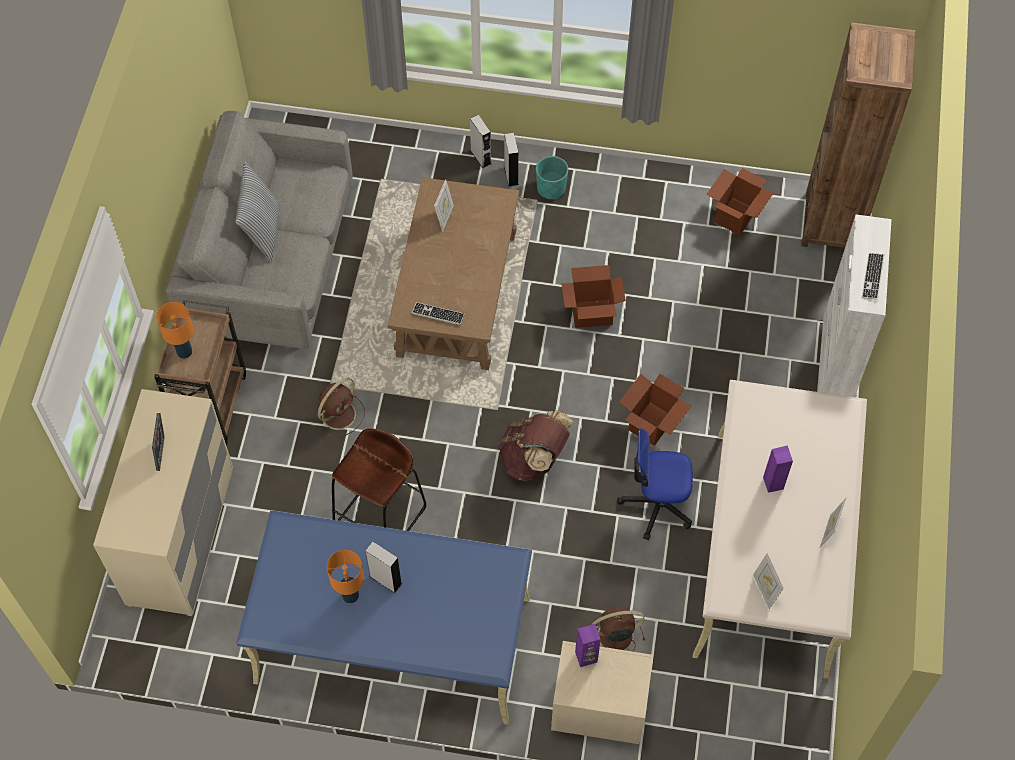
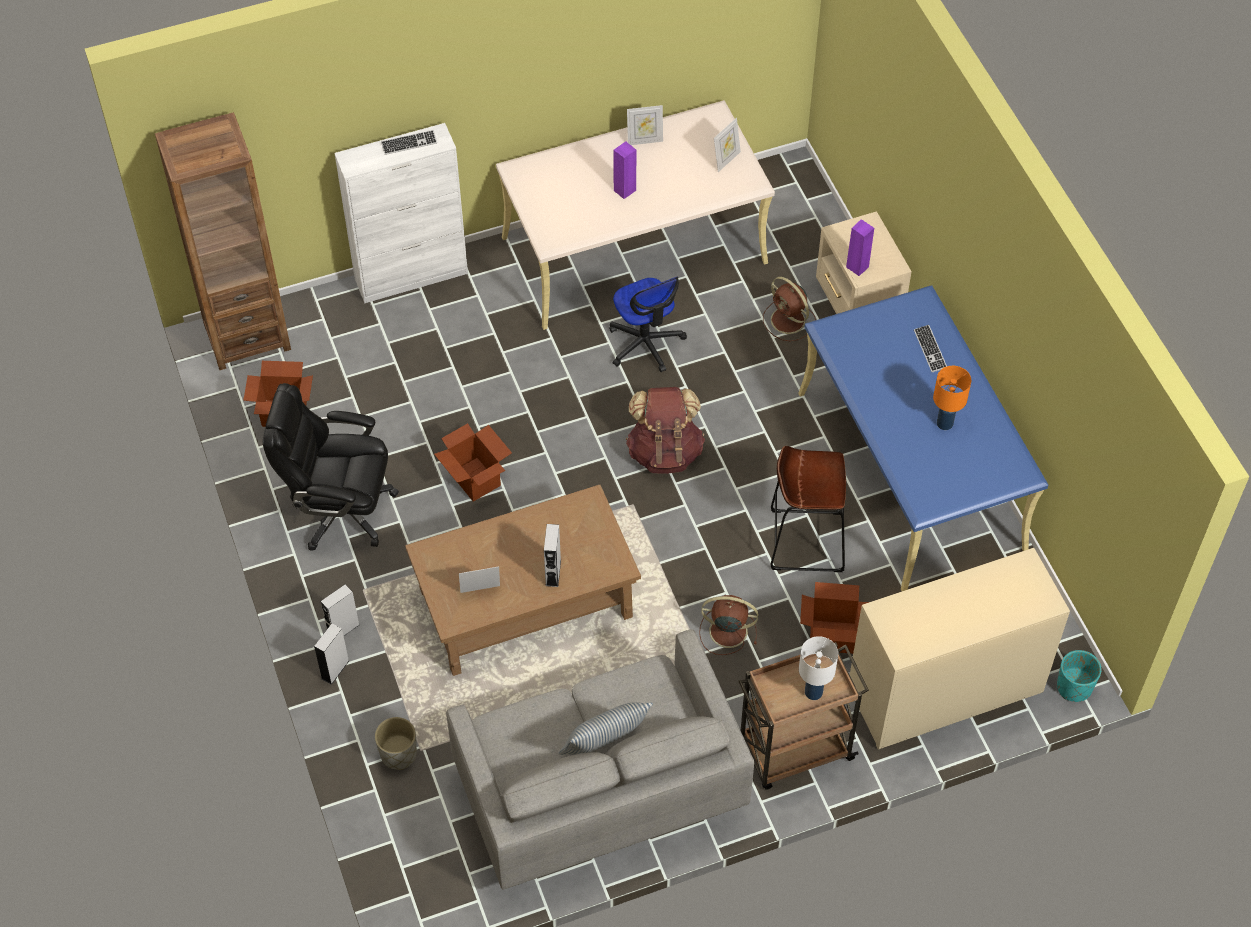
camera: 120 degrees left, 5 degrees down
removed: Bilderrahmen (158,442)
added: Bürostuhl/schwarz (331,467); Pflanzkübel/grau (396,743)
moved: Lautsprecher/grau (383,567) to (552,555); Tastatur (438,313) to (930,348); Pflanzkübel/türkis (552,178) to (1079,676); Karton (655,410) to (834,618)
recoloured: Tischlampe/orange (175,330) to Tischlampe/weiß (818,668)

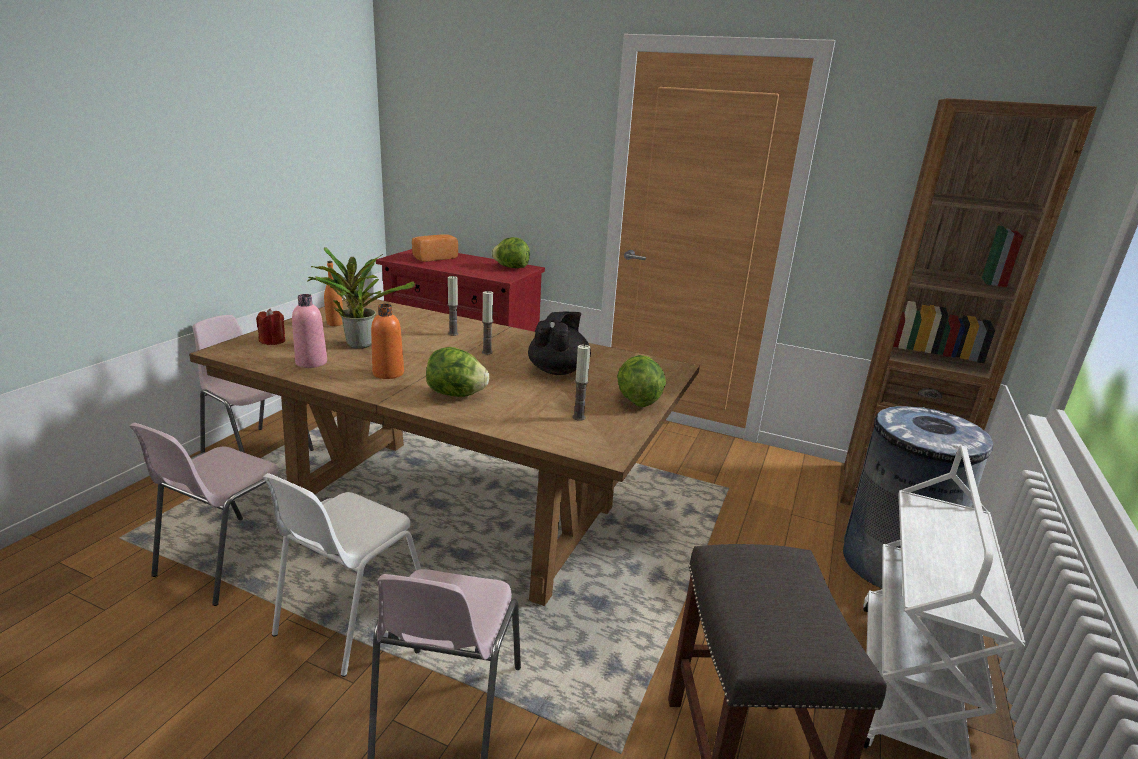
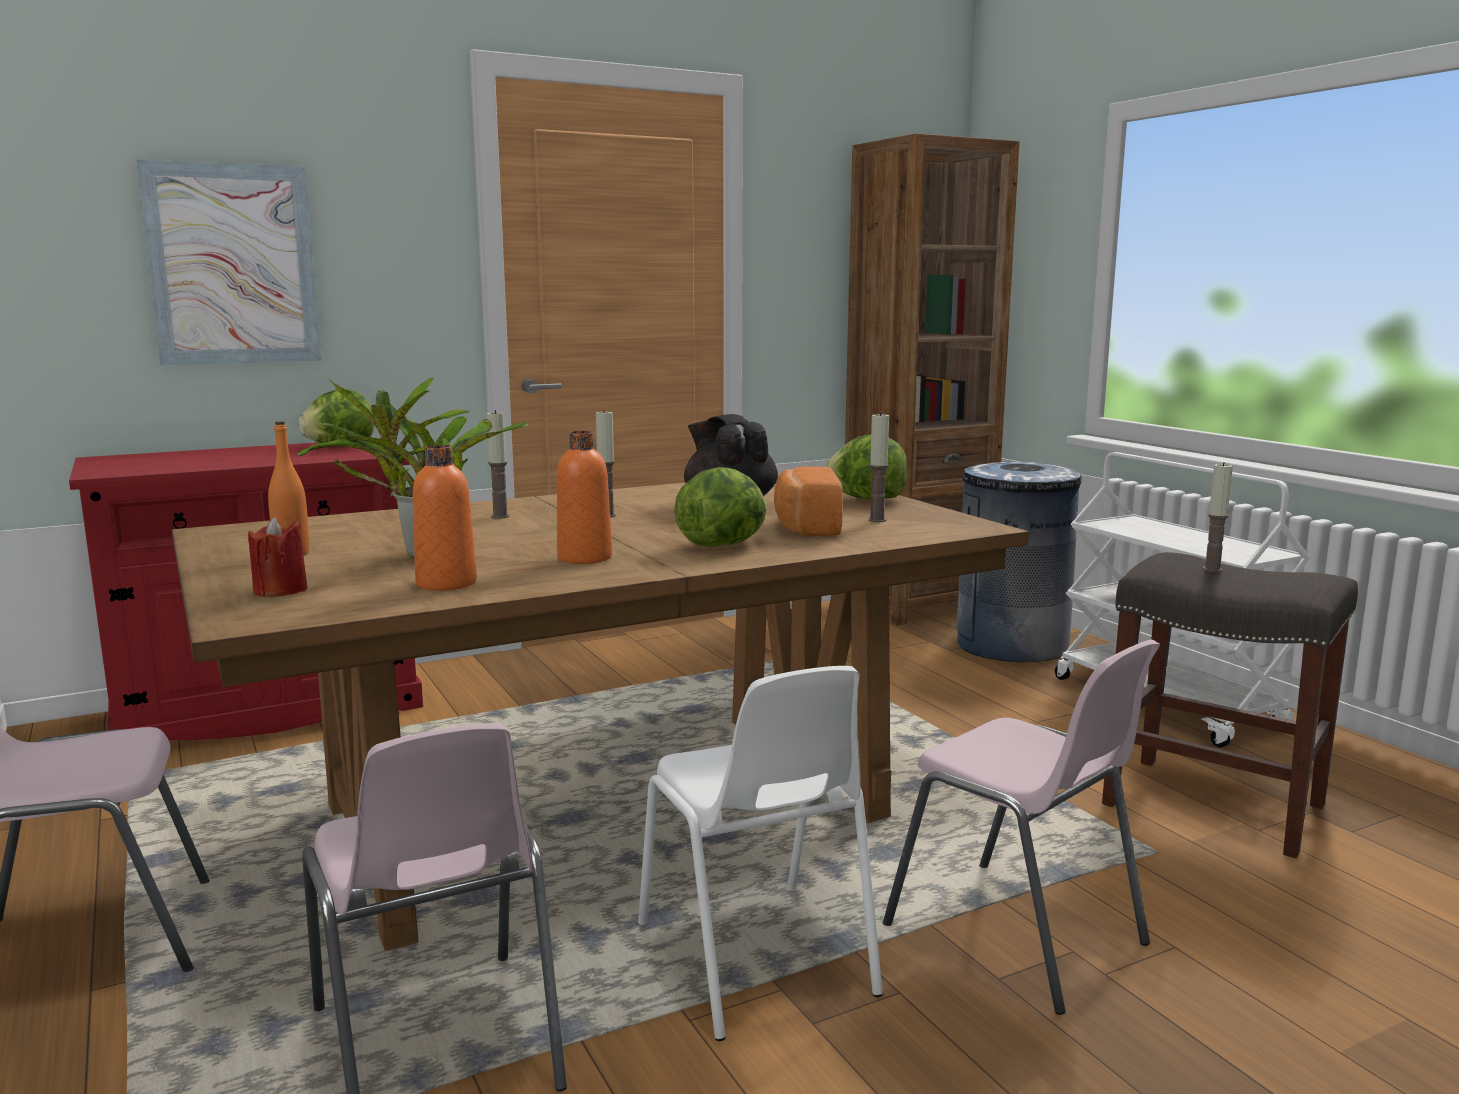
camera: 50 degrees left, 10 degrees down
added: Bild (229,262); Kerze (1218,517)
moved: Brot (435,248) to (808,501)
recoloured: Flasche/rosa (309,331) to Flasche/orange (445,518)

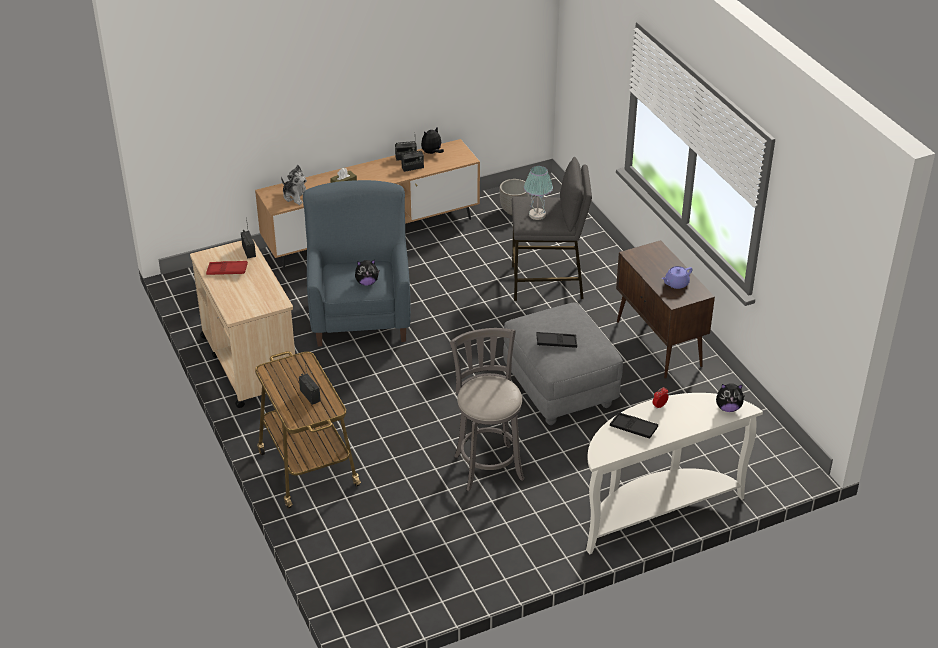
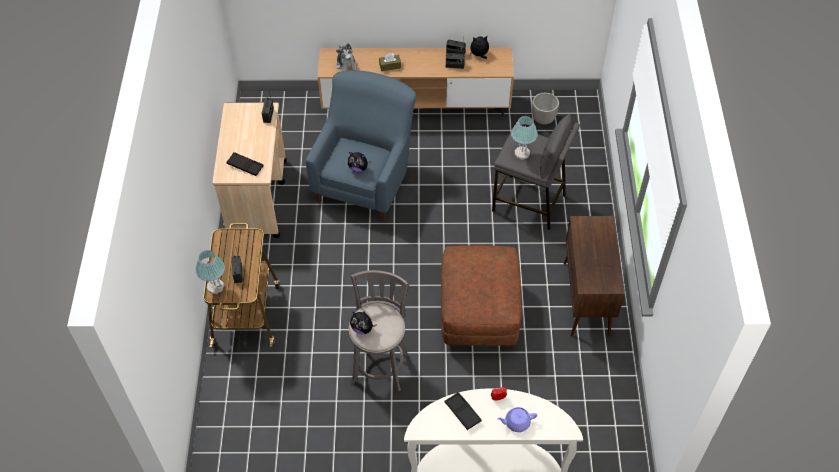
camera: 25 degrees right, 15 degrees up
removed: Tablett/rot (227,268)
added: Tischlampe (210,272)
moved: Tablett/schwarz (557,340) to (244,164); Teekanne/lila (677,277) to (517,419); Plüschtier (730,397) to (363,322)
recoloured: Polsterhocker/grau (563,364) to Polsterhocker/braun (481,296)

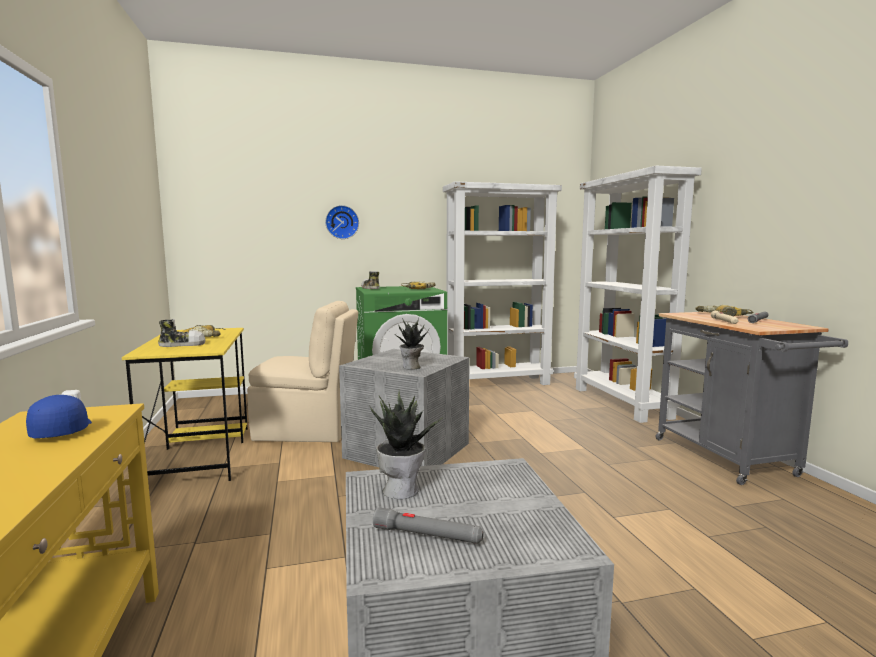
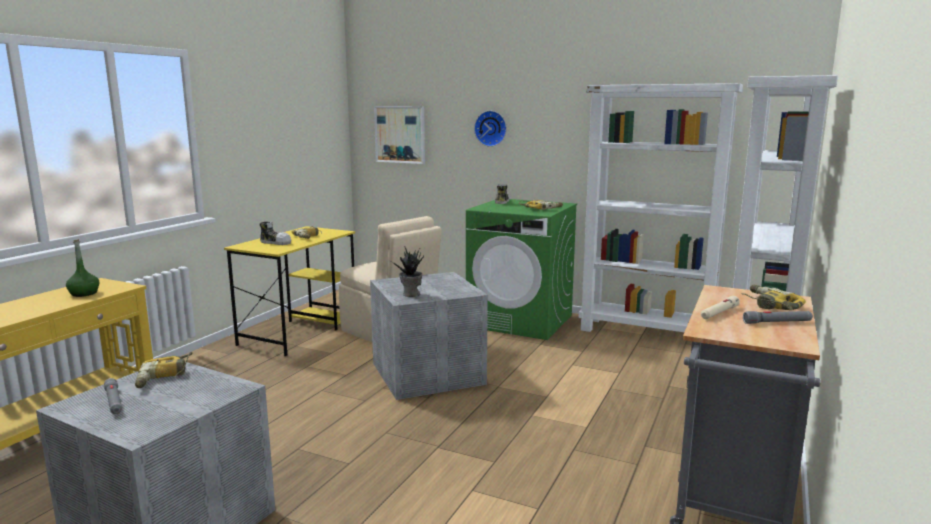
camera: 40 degrees right, 5 degrees up
added: Bild (399,135)
replaced: Kappe/blau (59,416) to Flasche/grün (83,268); Topfpflanze (407,445) to Bohrmaschine (163,370)

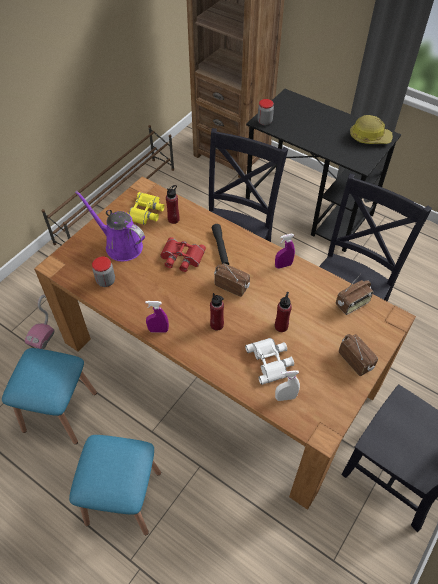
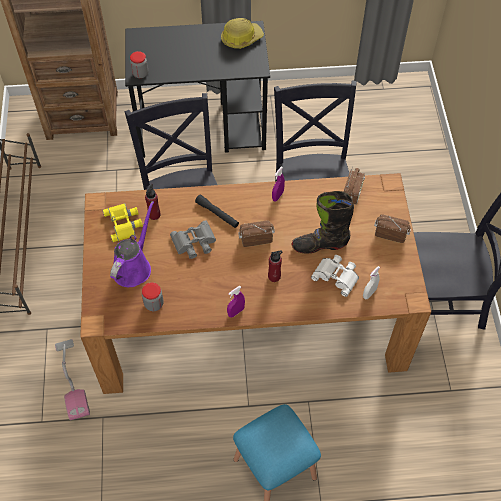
camera: 40 degrees left, 5 degrees up
removed: Hocker/blau (49,396)
replaced: Flasche/rot (283,312) to Stiefel/schwarz (323,222)
recoloured: Fernglas/rot (183,254) to Fernglas/grau (193,240)
turned: Gießkanne/lila (110,226) = (132,244) 120 degrees clockwise

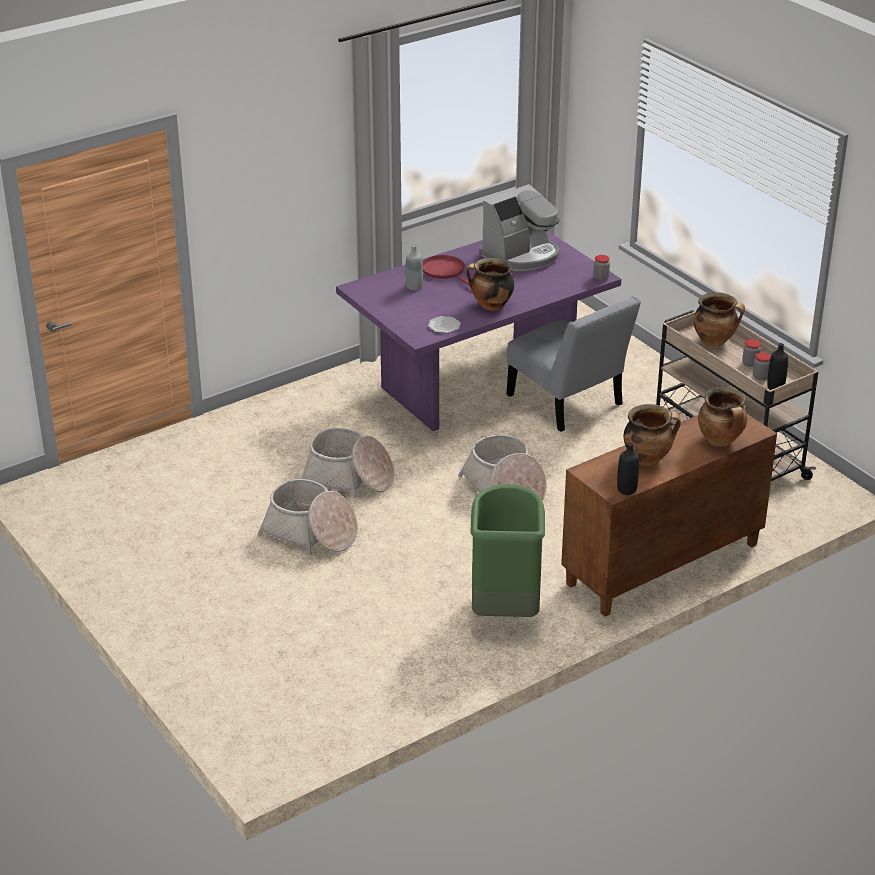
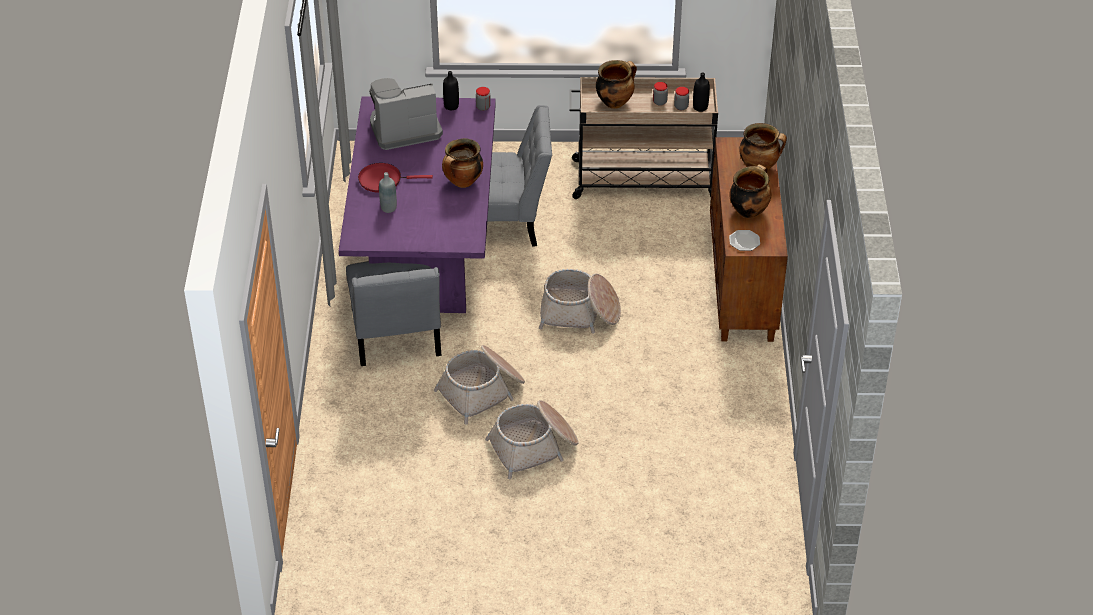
camera: 55 degrees left, 10 degrees up
removed: Mülleimer/grün (507,550)
added: Stuhl/grau (394,313)
moved: Teller (444,324) to (744,240); Flasche/schwarz (628,469) to (451,90)
turned: Kaffeemaschine (519,227) = (406,114) 105 degrees counterclockwise

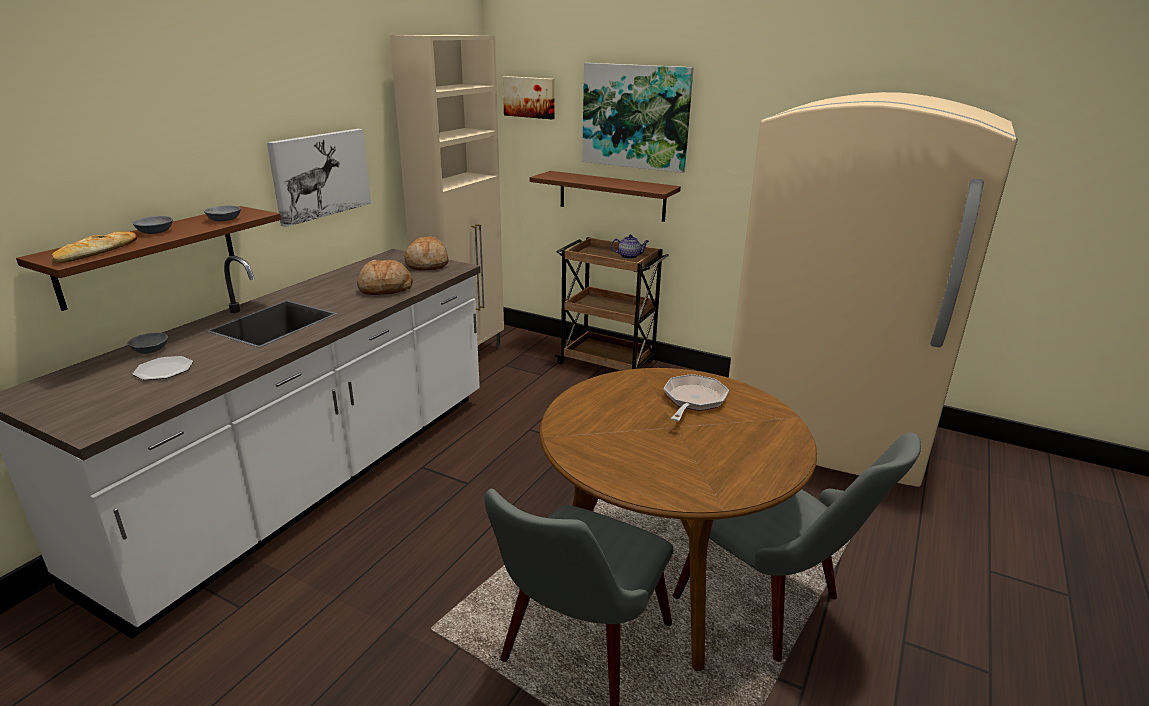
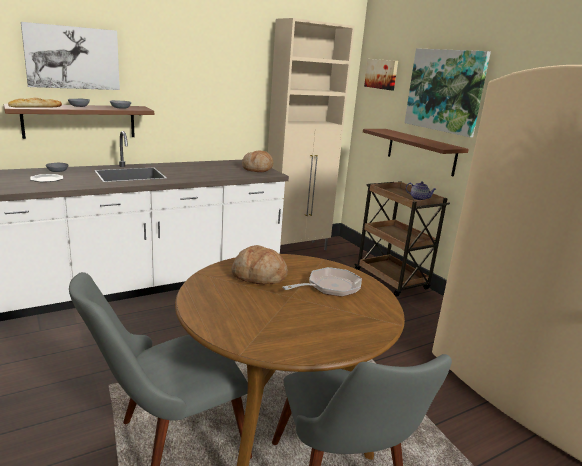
camera: 30 degrees right, 5 degrees down
moved: Bild (319,178) to (70,56); Brot (385,277) to (259,264)

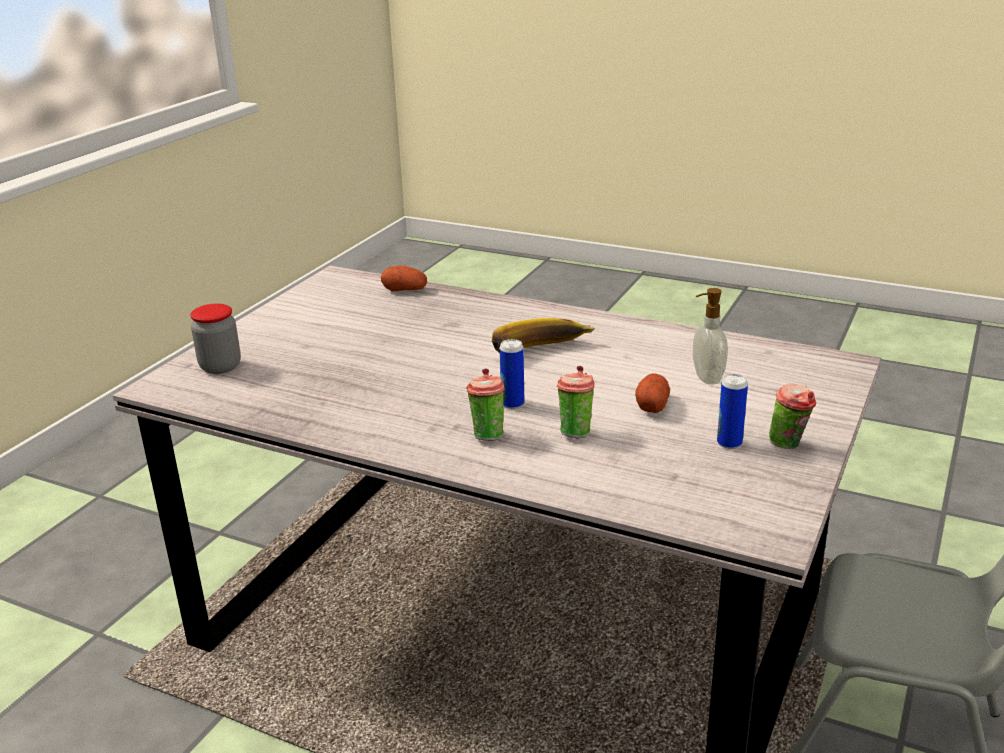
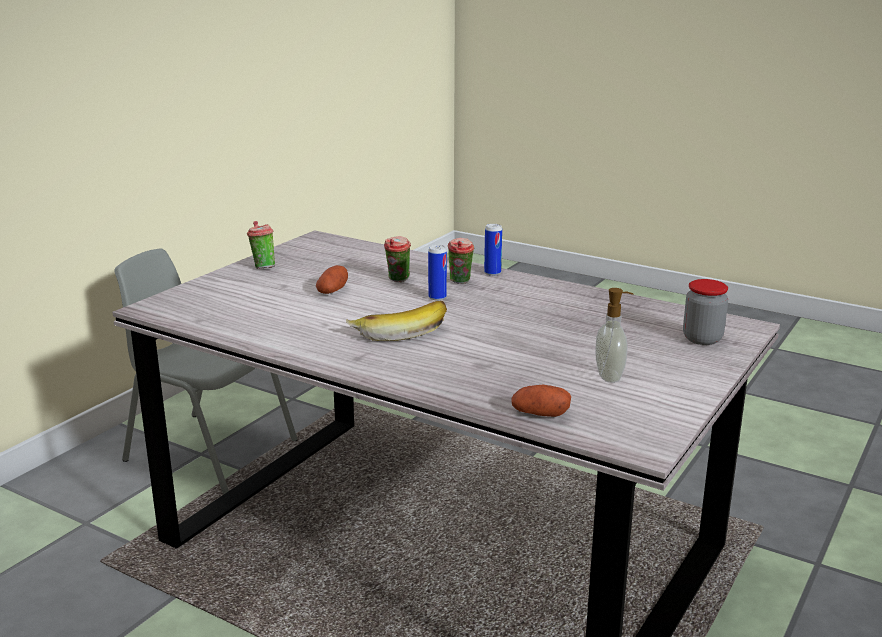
camera: 175 degrees left, 5 degrees down
moved: Seifenspender (710,336) to (615,335); Dose (732,411) to (493,250)

